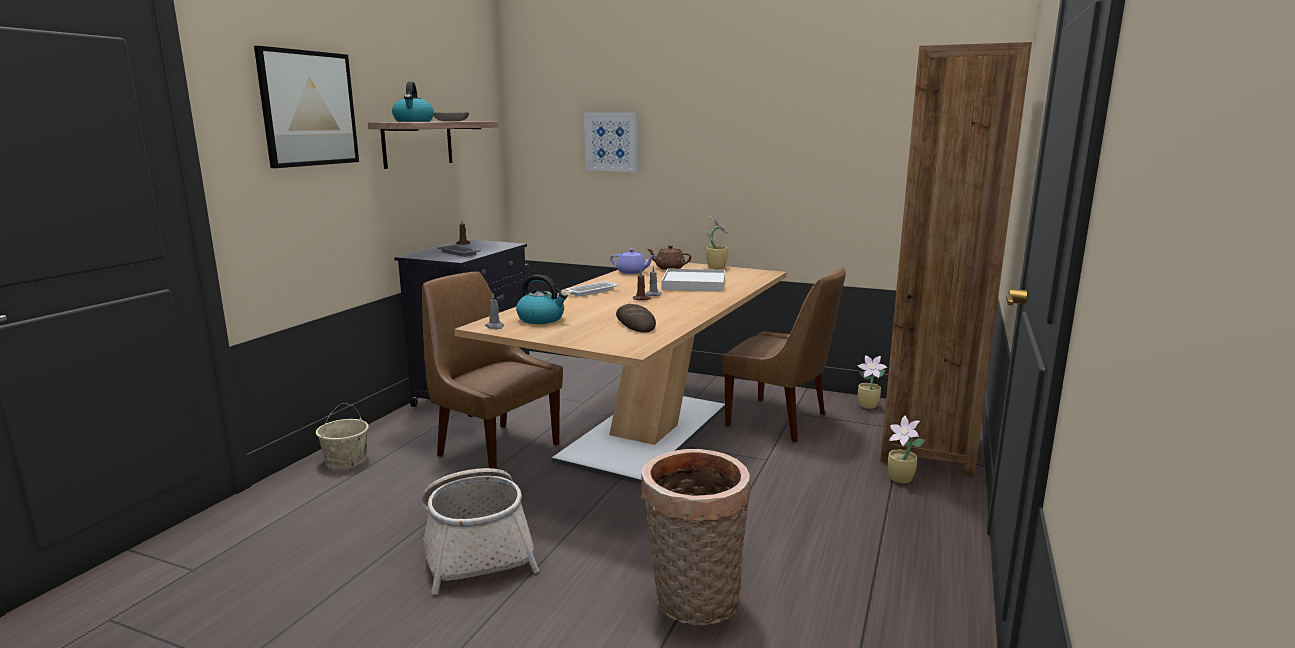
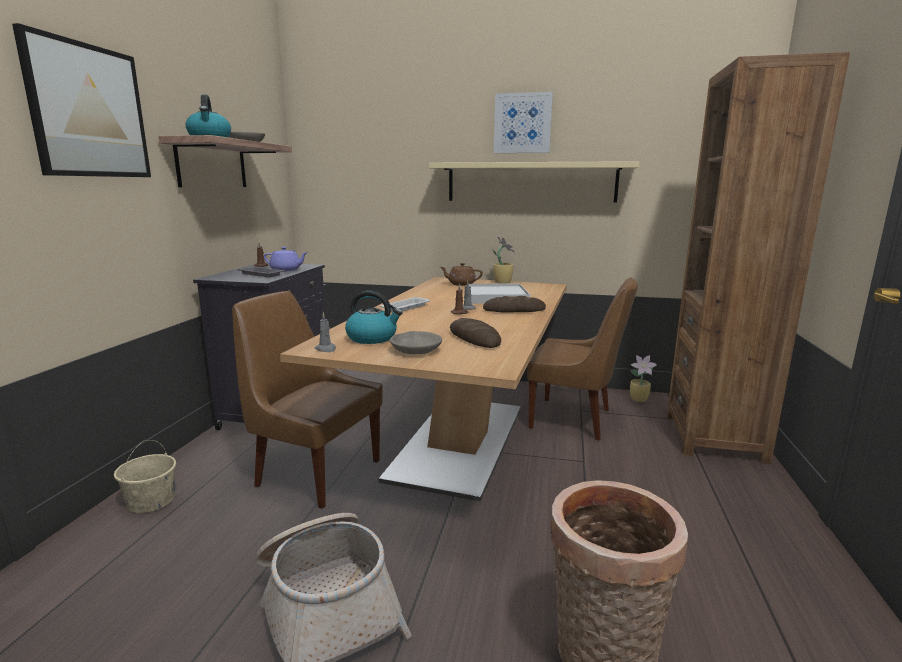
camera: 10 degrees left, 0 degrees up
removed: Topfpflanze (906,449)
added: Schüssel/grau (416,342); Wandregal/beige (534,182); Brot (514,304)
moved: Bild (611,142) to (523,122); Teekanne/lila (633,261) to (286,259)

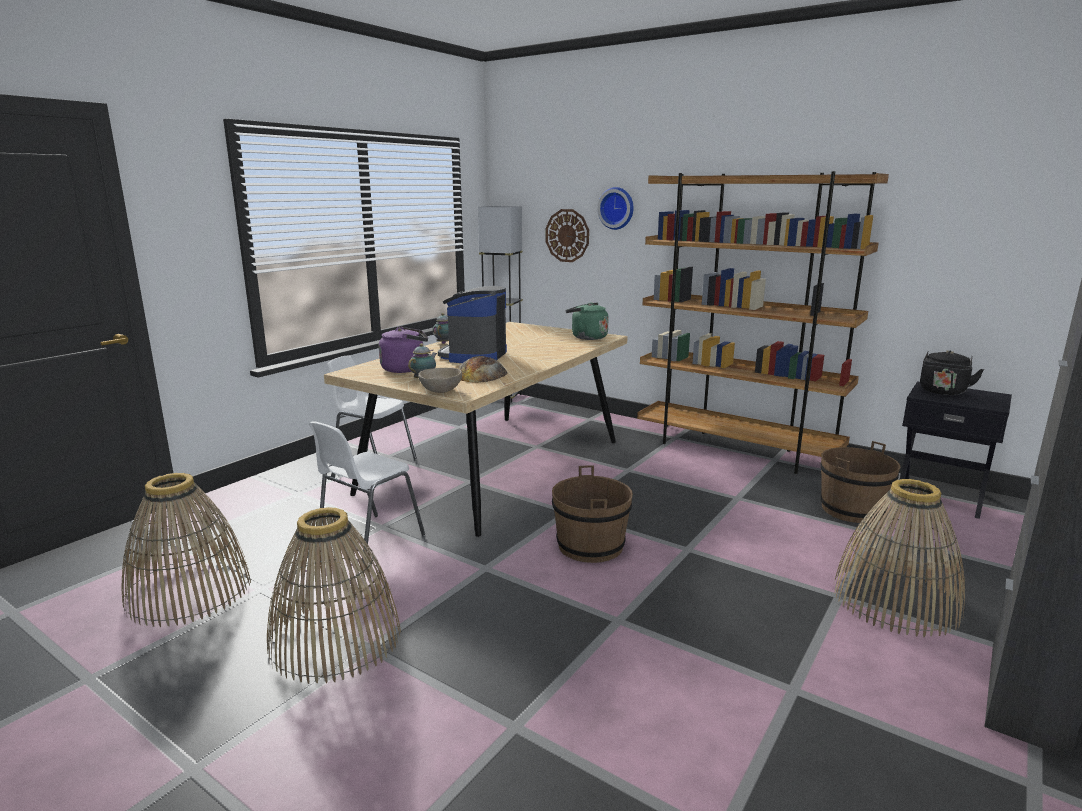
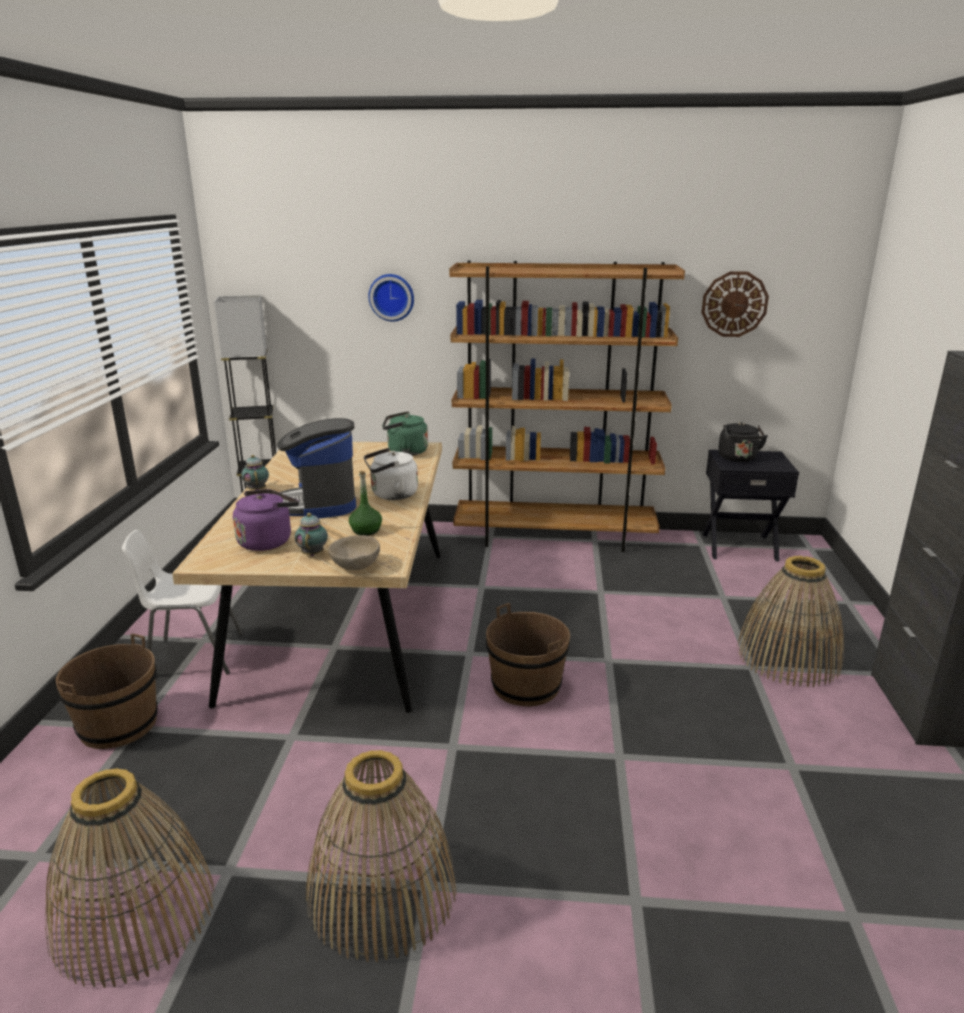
camera: 30 degrees left, 5 degrees up
removed: Stuhl/weiß (367,493)
added: Wasserkessel/weiß (391,474)
moved: Wanduhr (567,235) to (735,304); Eimer/braun (860,482) to (106,691)
replaced: Brot (483,369) to Flasche/grün (365,503)

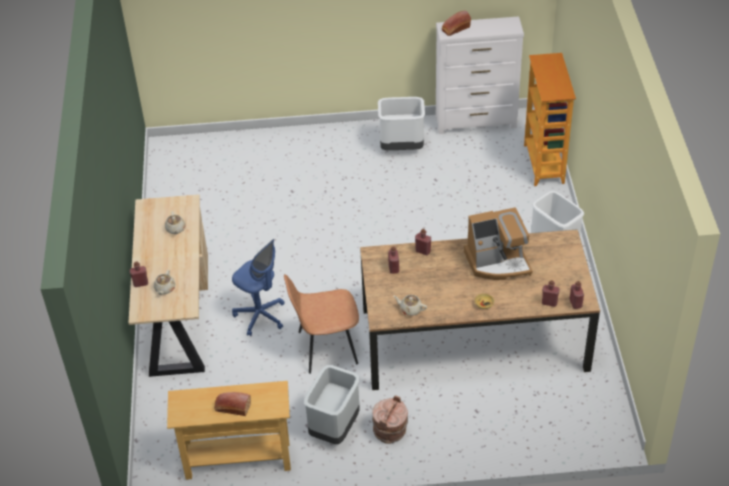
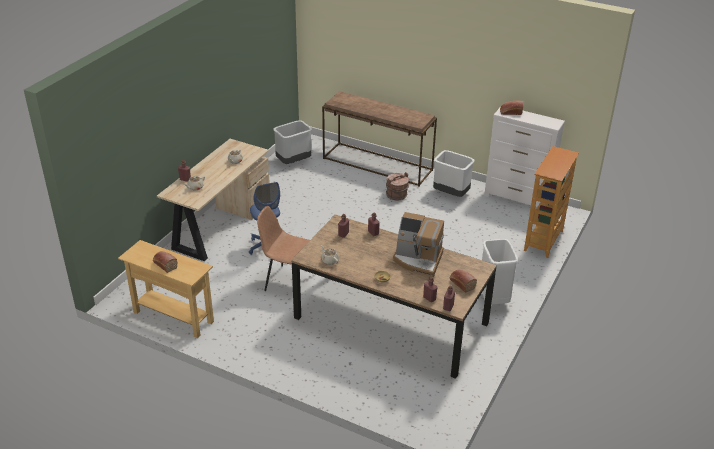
camera: 30 degrees right, 10 degrees down
added: Konsolentisch/braun (379,139); Brot (463,281)
moved: Mülleimer/grau (332,404) to (293,142); Eimer/braun (390,419) to (397,186)

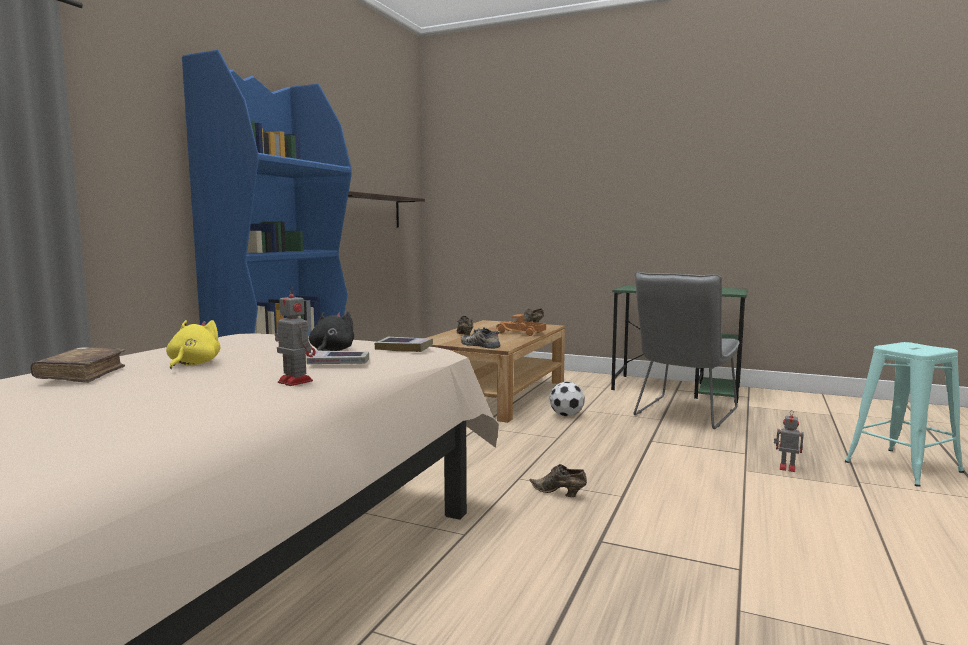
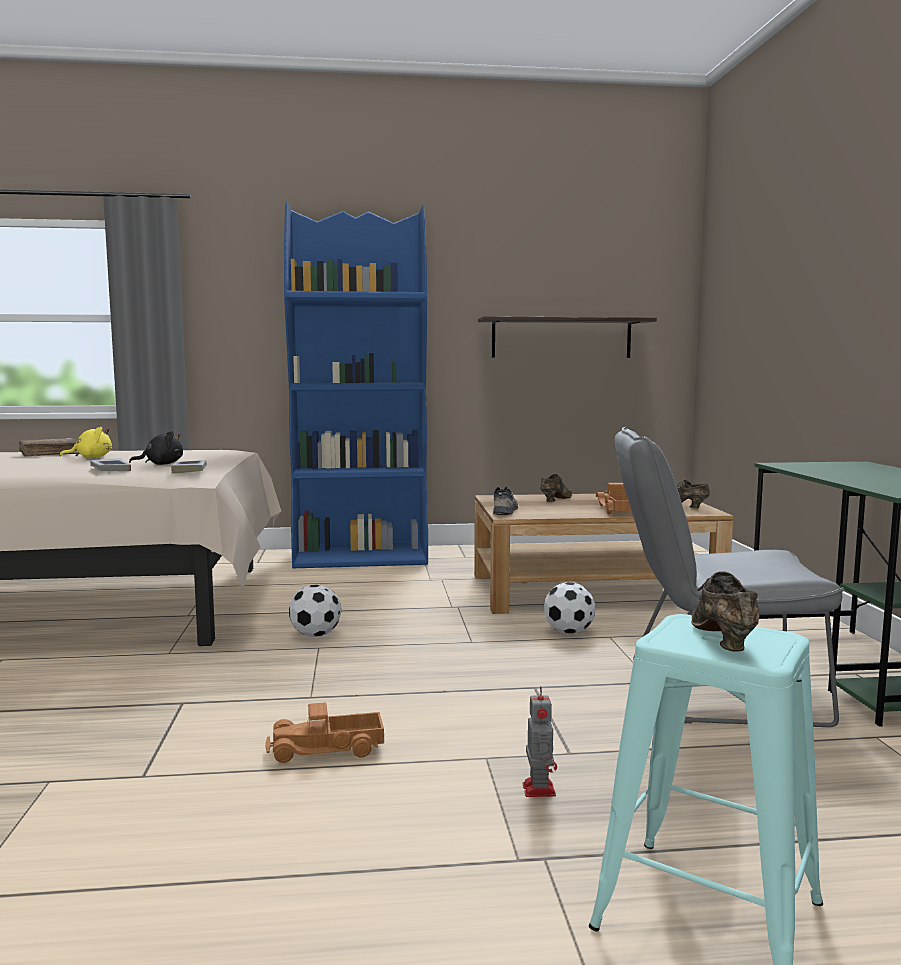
camera: 60 degrees right, 0 degrees up
removed: Spielzeugroboter (295,336)
added: Spielzeuglaster (324,732); Fußball (315,610)
moved: Schuh/braun (558,480) to (725,611)

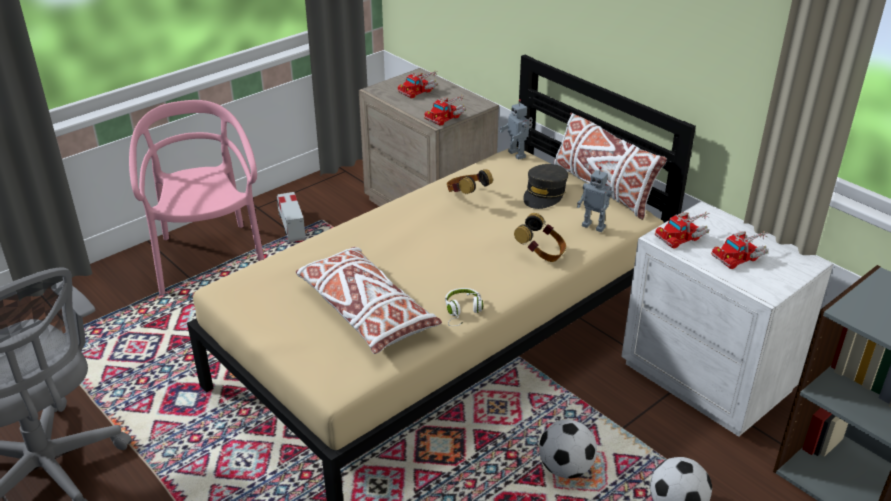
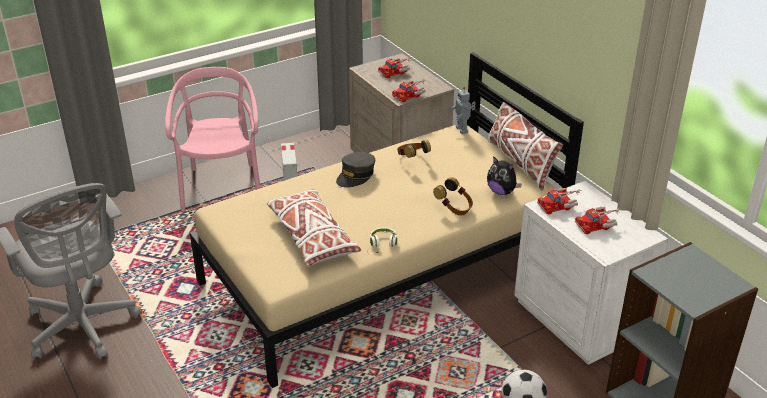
camera: 10 degrees right, 0 degrees up
removed: Fußball (568,449)
moved: Kappe/grau (545,186) to (355,170)
replaced: Spielzeugroboter (595,199) to Plüschtier (504,175)

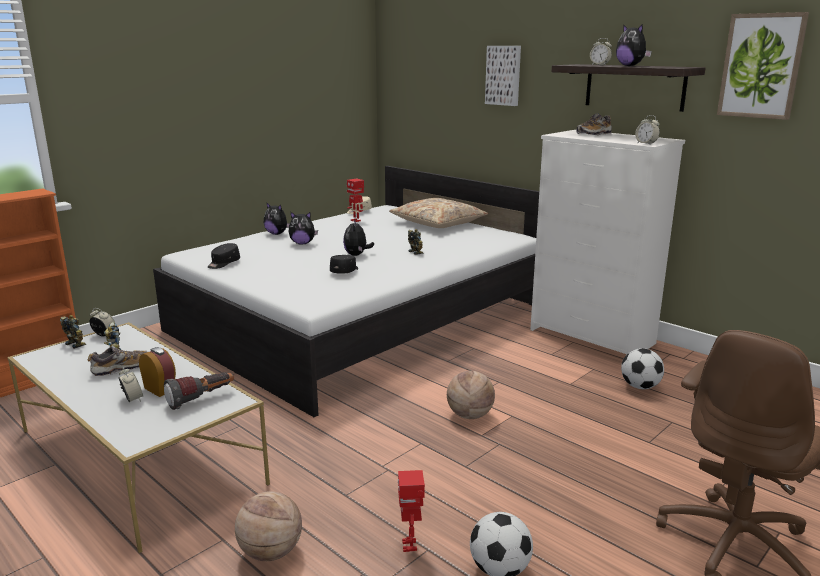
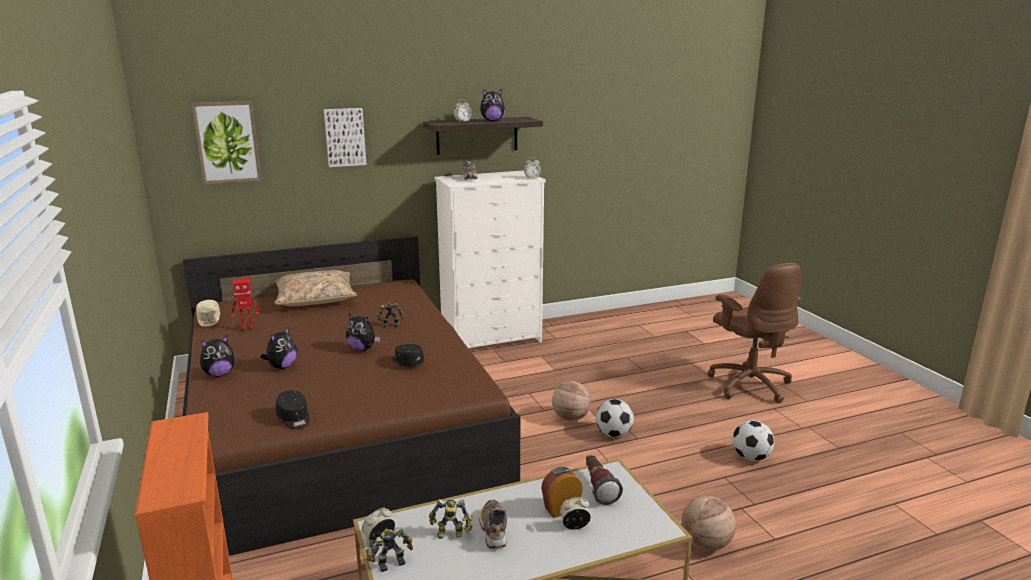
camera: 65 degrees left, 0 degrees up
removed: Spielzeugroboter (411,511)
moved: Fußball (642,368) to (615,418); Bild (763,66) to (226,142)
recoloured: Bett/weiß (346,291) to Bett/braun (351,396)

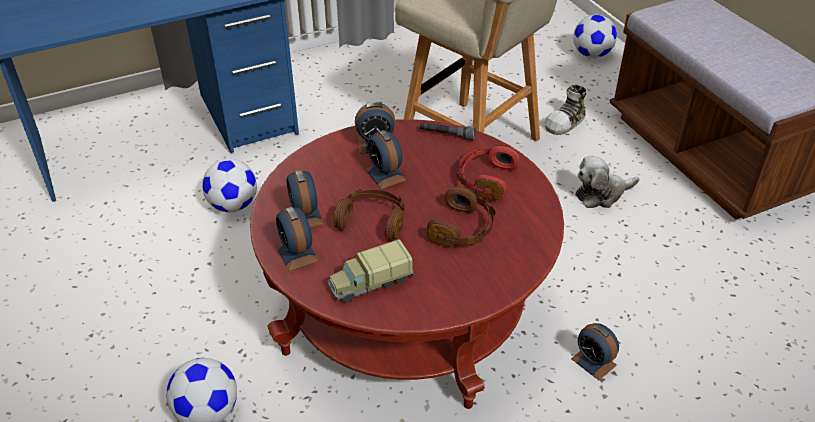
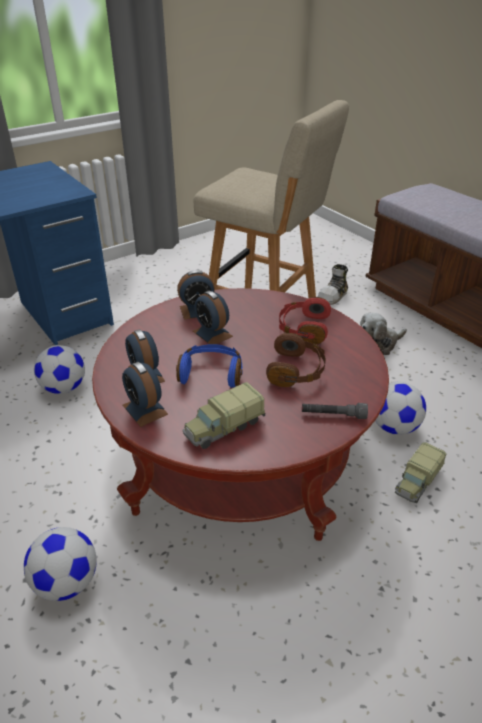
camera: 10 degrees left, 5 degrees down
moved: Taschenlampe/grau (447,131) to (335,411); Fußball (595,36) to (400,408)
replaced: Wecker (595,351) to Spielzeuglaster (420,472)
recoloured: Kopfhörer/braun (369,215) to Kopfhörer/blau (209,366)

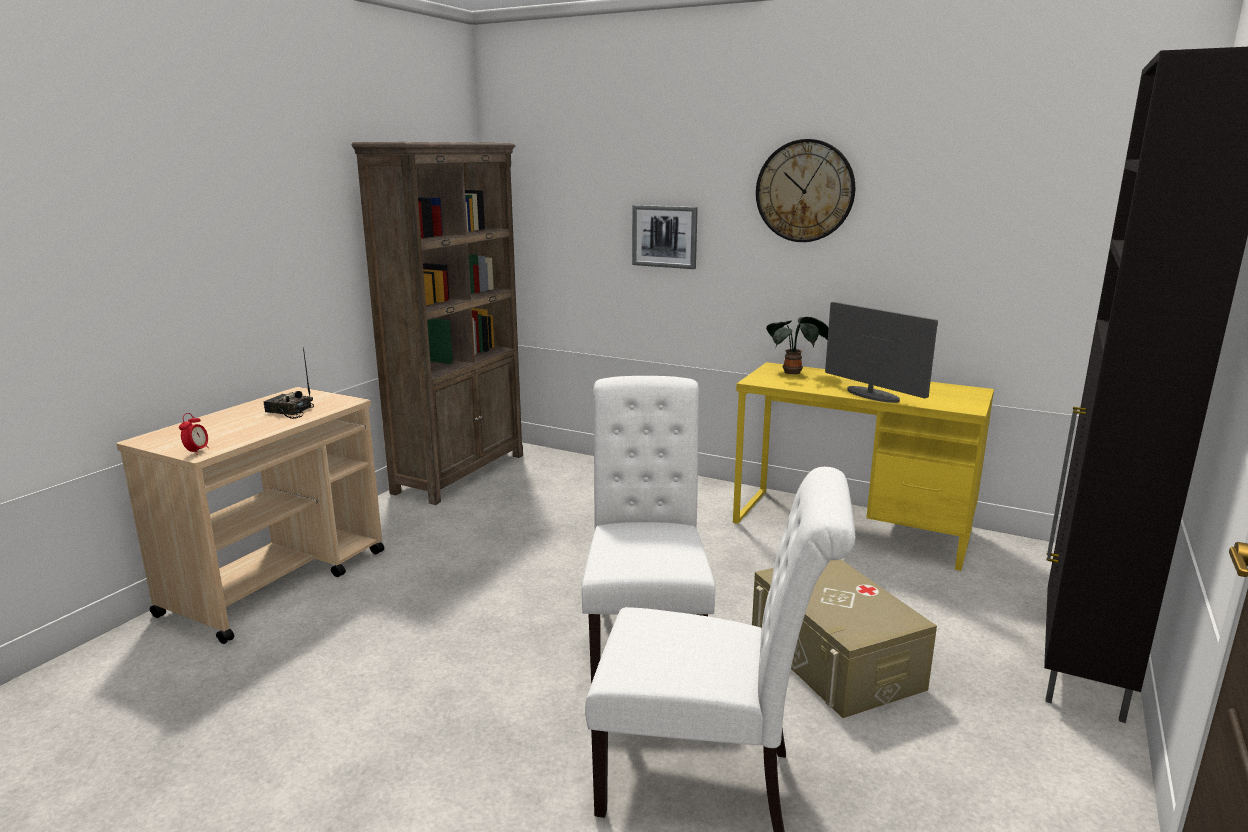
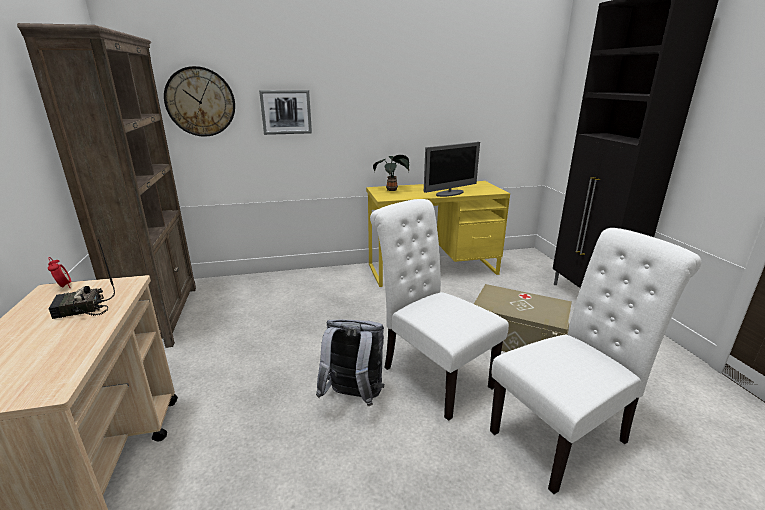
camera: 40 degrees left, 5 degrees up
added: Rucksack/grau (350,363)
moved: Wecker (194,434) to (59,272); Wanduhr (805,190) to (199,101)
turned: Monitor (881,352) = (452,169) 135 degrees clockwise

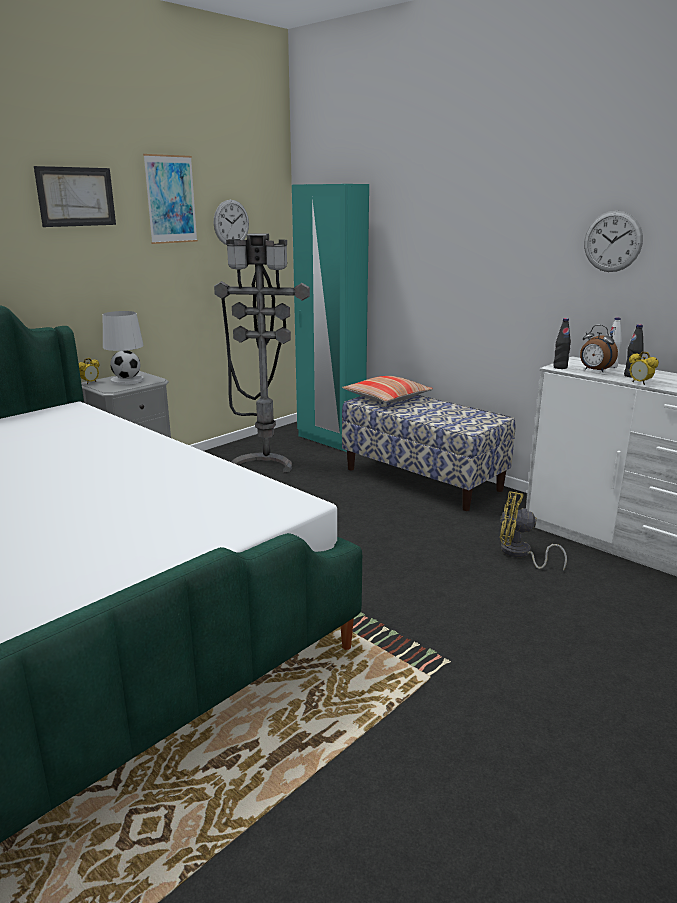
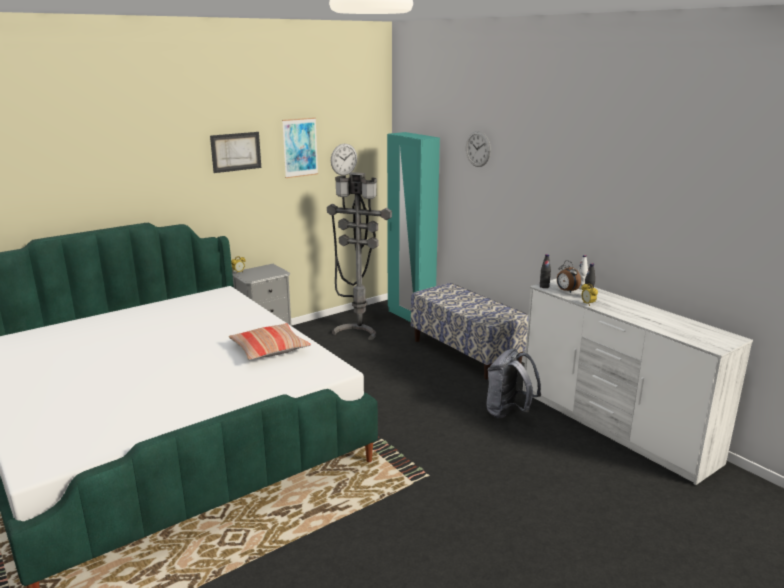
camera: 10 degrees right, 0 degrees up
removed: Tischlampe/weiß (123,348)
moved: Kissen (387,389) to (270,341); Wanduhr (613,241) to (478,149)
replaced: Ventilator/gelb (533,531) to Rucksack/grau (513,383)

